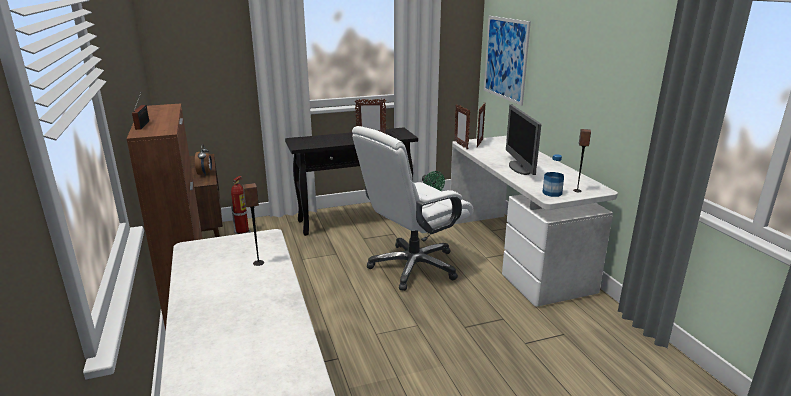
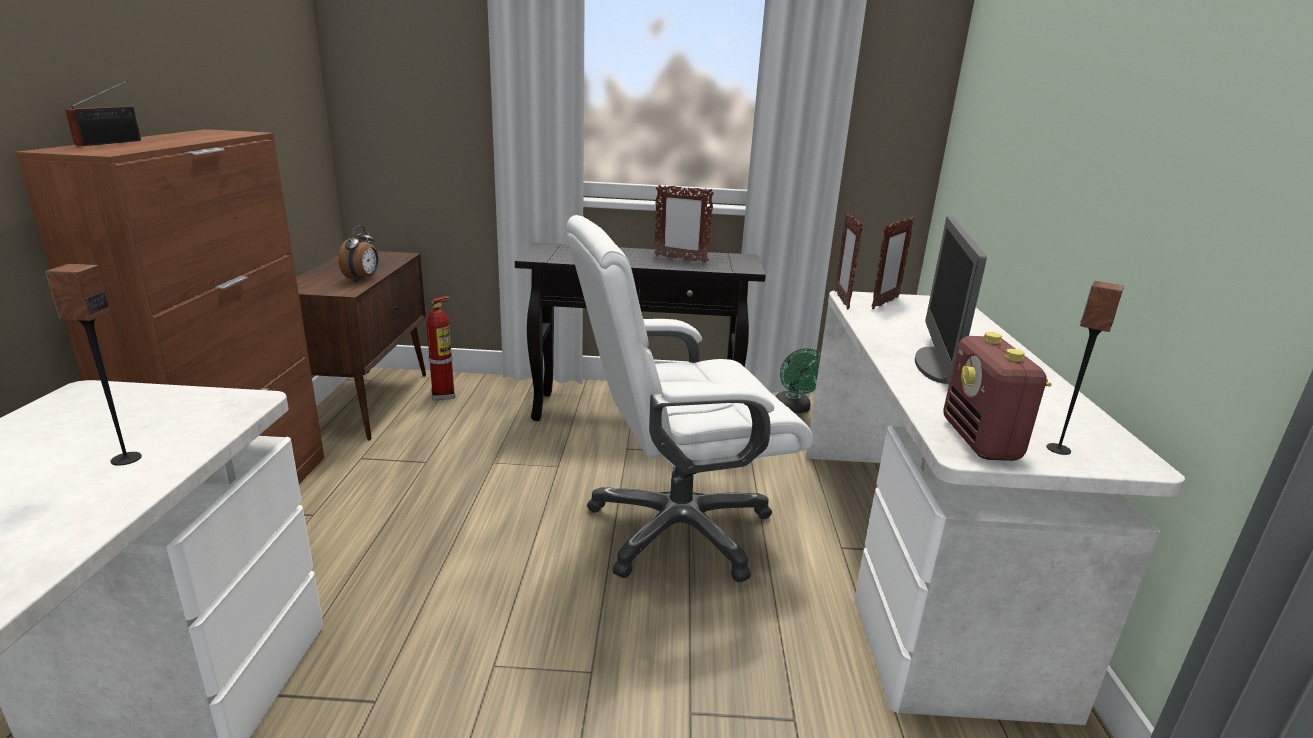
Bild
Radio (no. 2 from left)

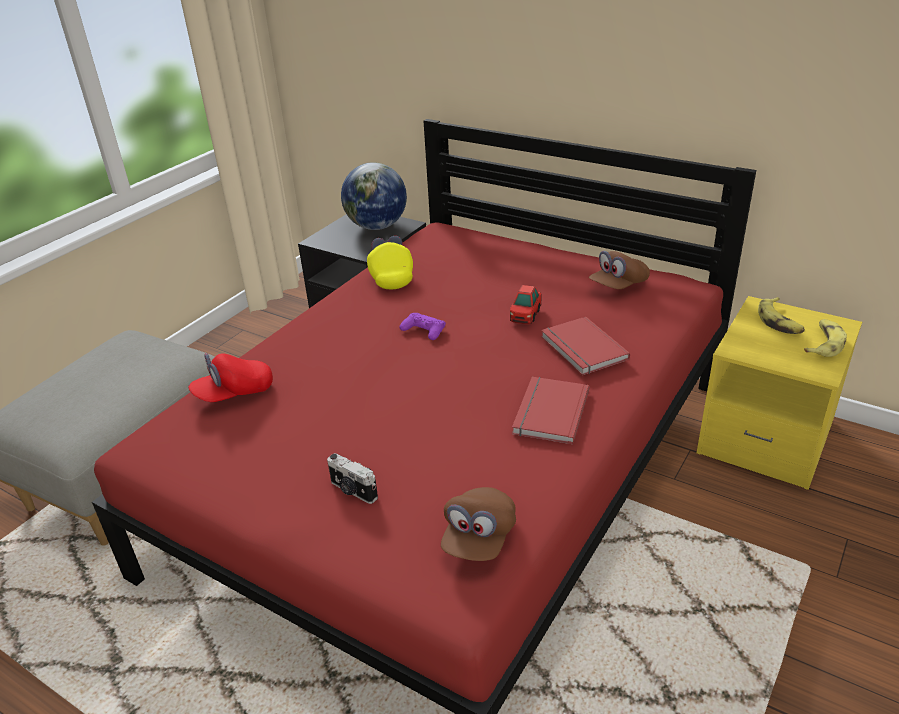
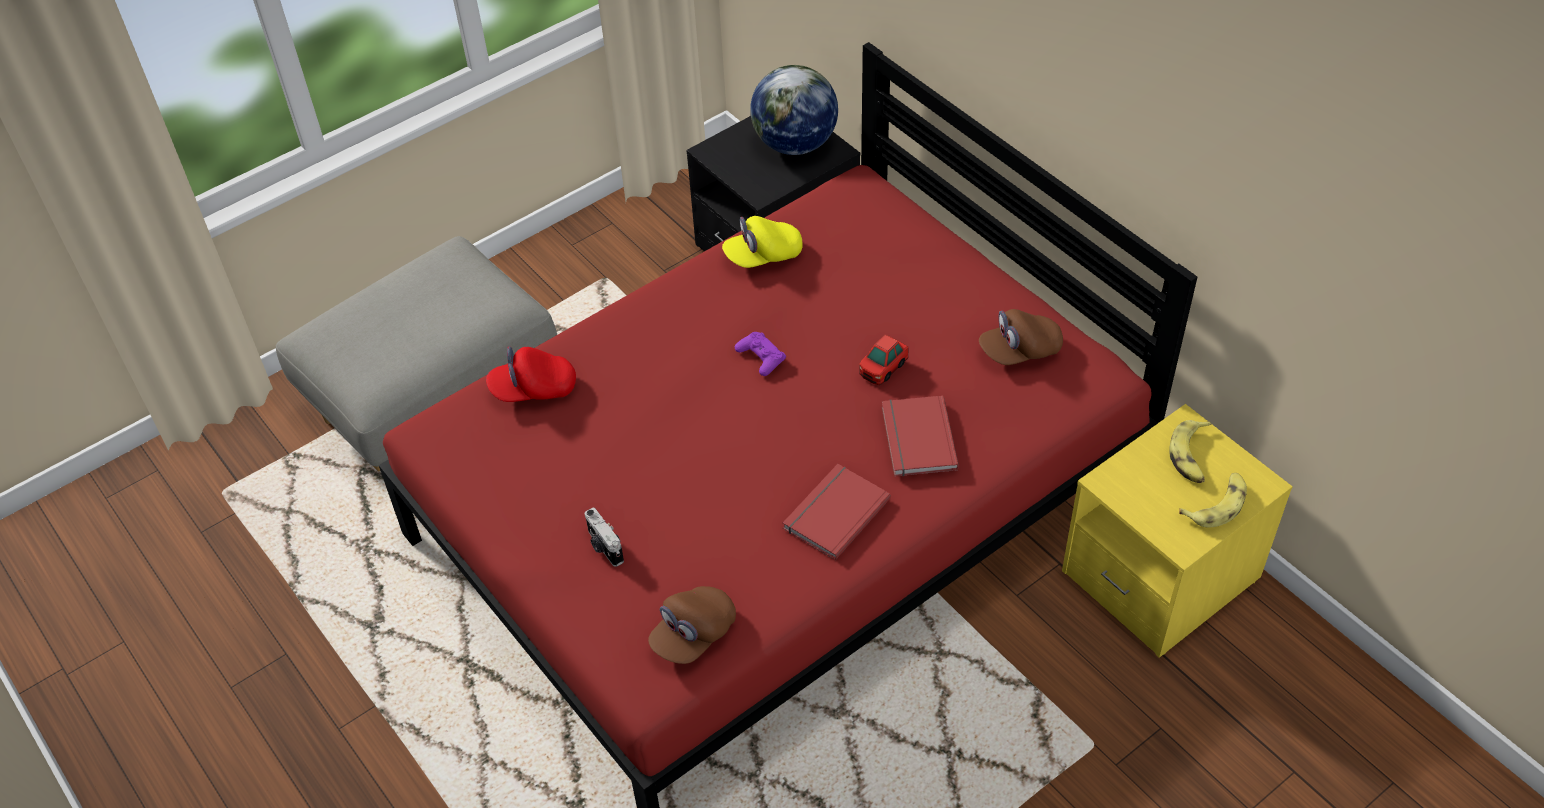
Kappe/gelb

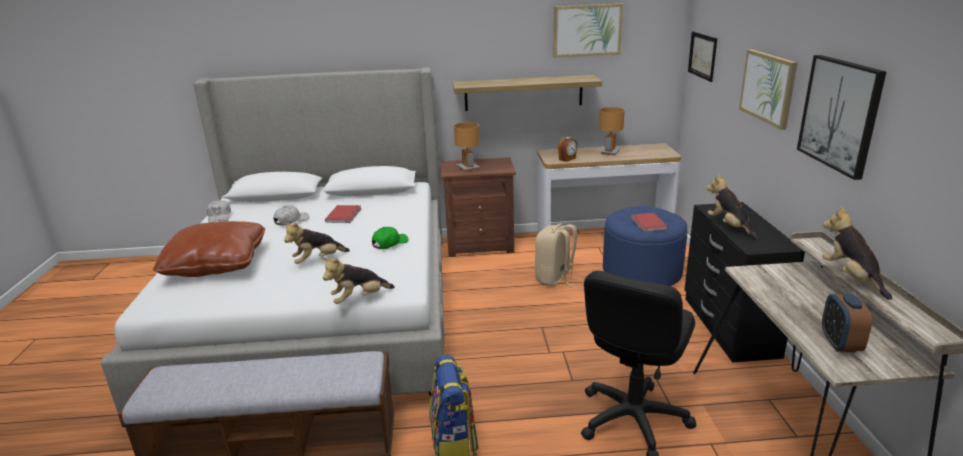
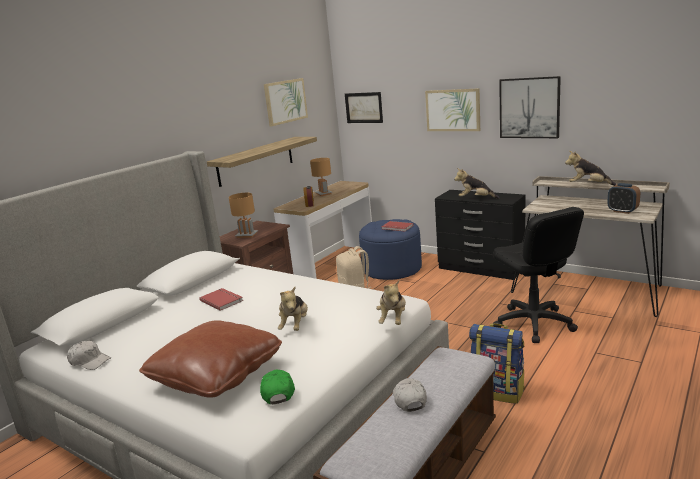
Kappe/weiß (no. 2 from left)
Kappe/grün

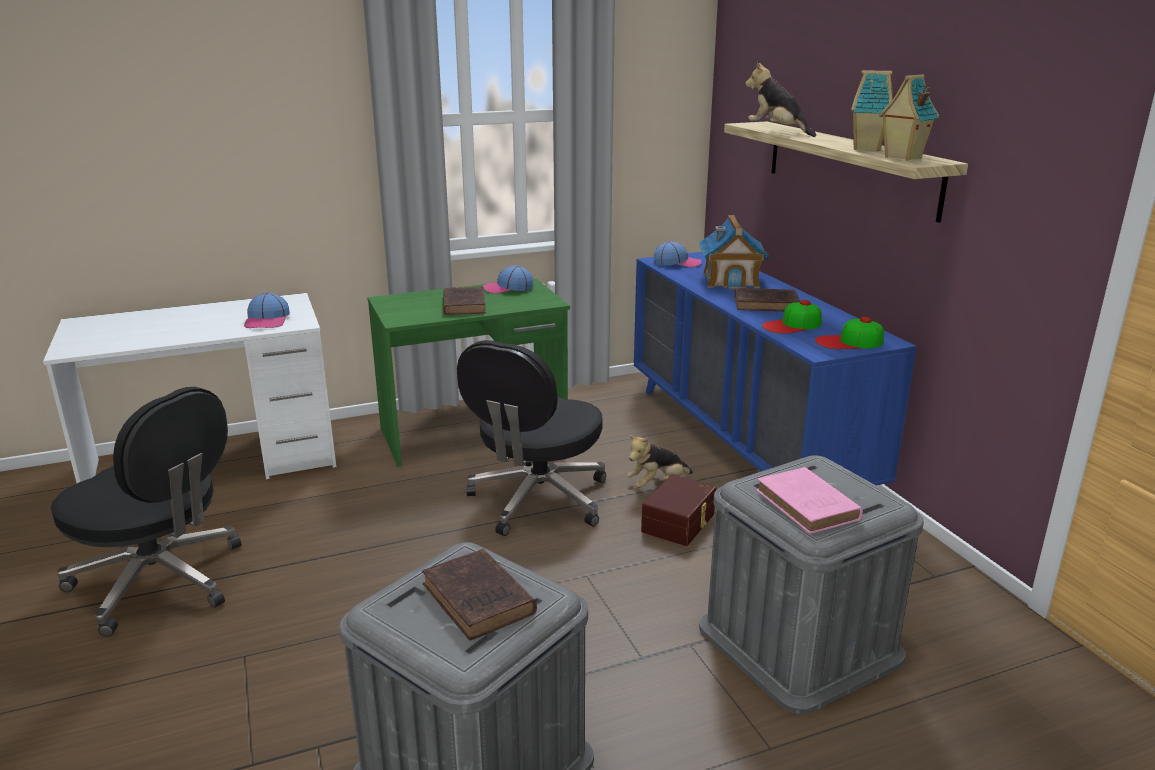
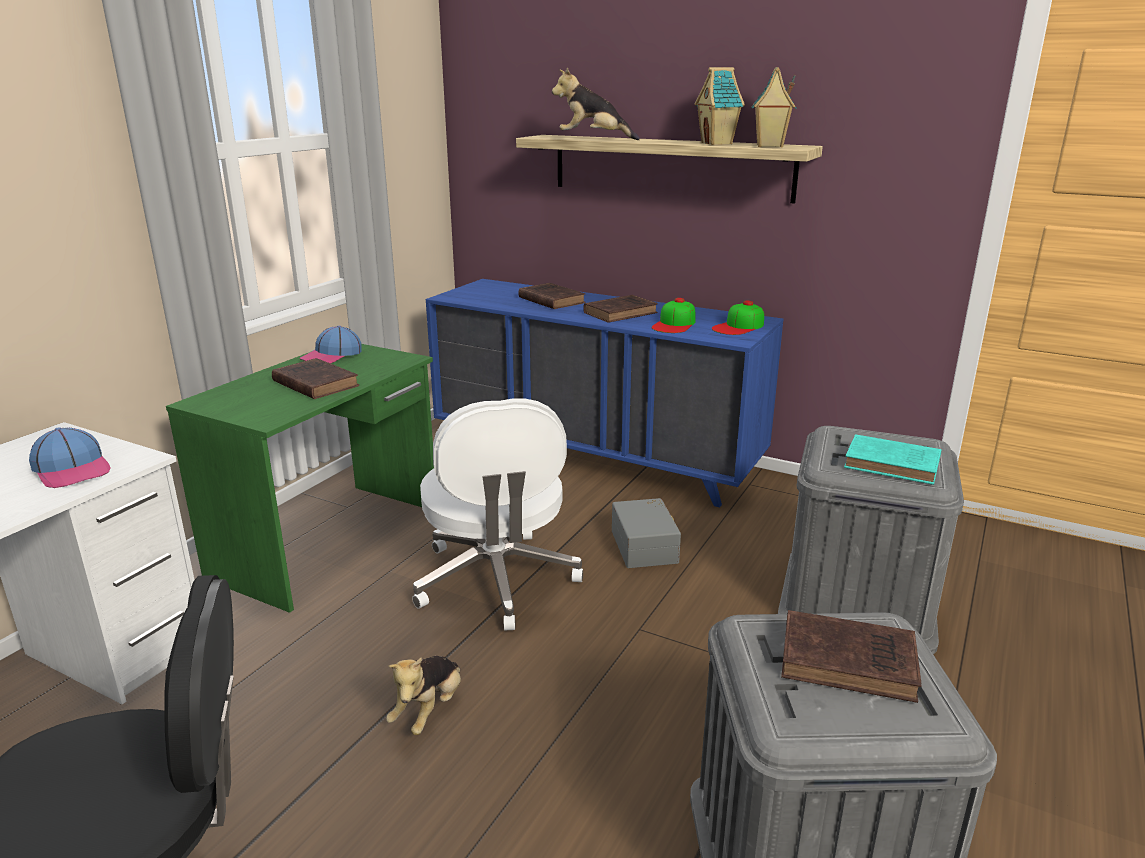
Kappe (no. 3 from left in the first image)
Plüschtier (no. 1 from left)
Buch/braun (no. 2 from left)
Bürostuhl/weiß
Aufbewahrungsbox/grau (no. 1 from left)
Buch/türkis

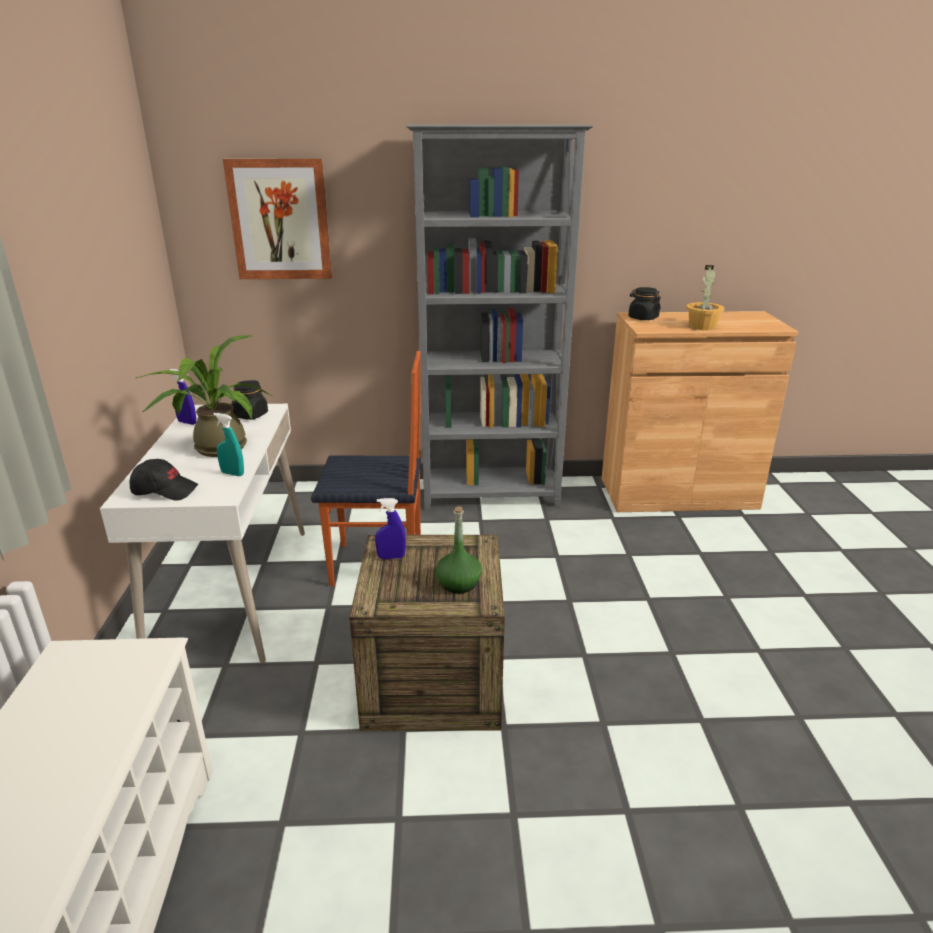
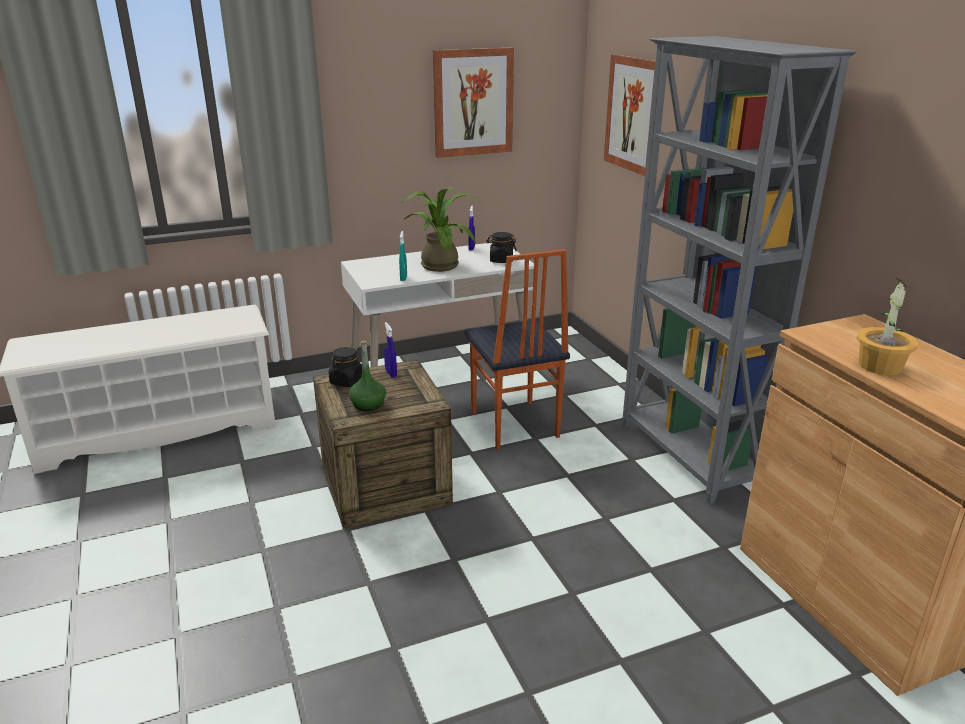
Kappe/schwarz
Bild (no. 1 from left)
Vorratsglas/schwarz (no. 1 from left)

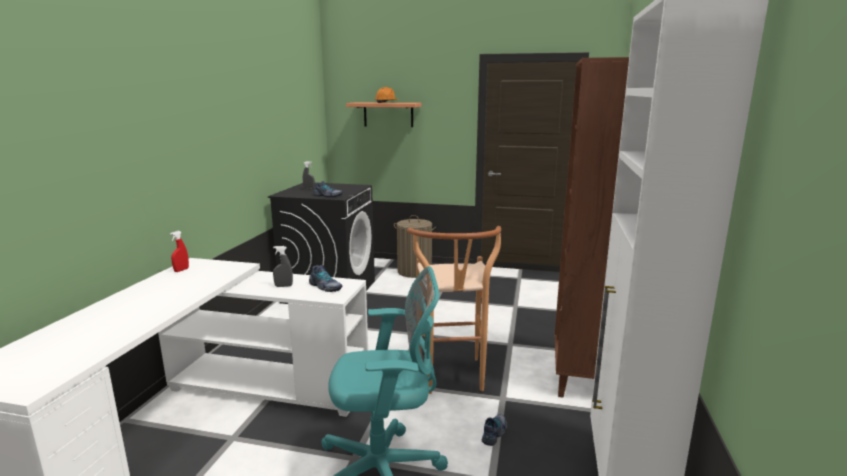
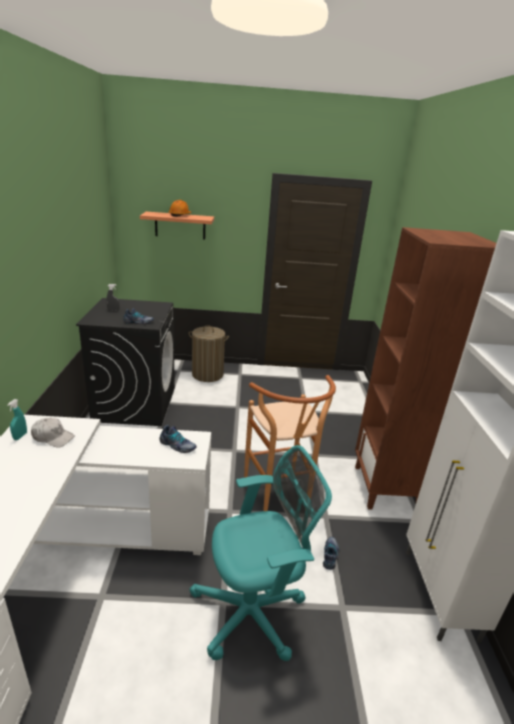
Sprühflasche/grau (no. 1 from left in the first image)
Kappe/weiß
Sprühflasche/türkis

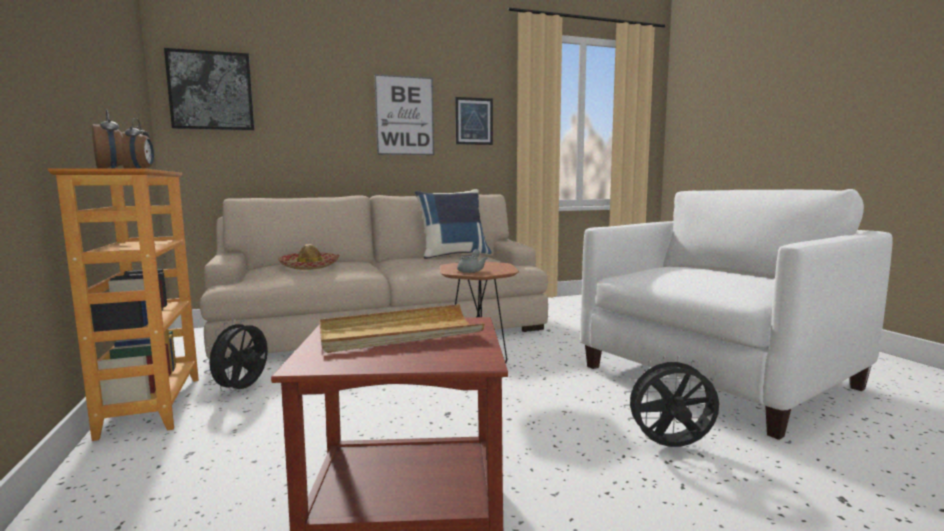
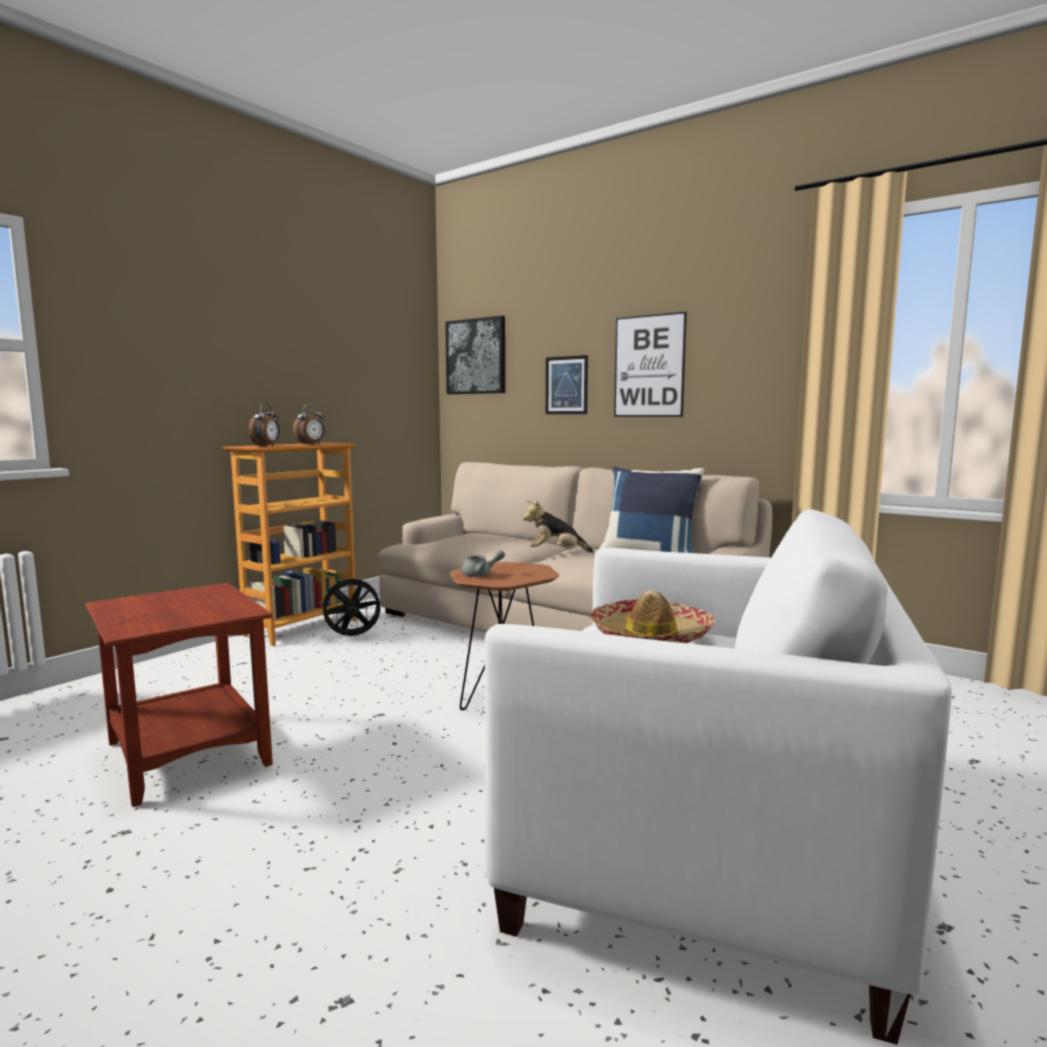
Tablett/beige
Ventilator/schwarz (no. 2 from left in the first image)
Plüschtier
Hut
Bild (no. 2 from left)

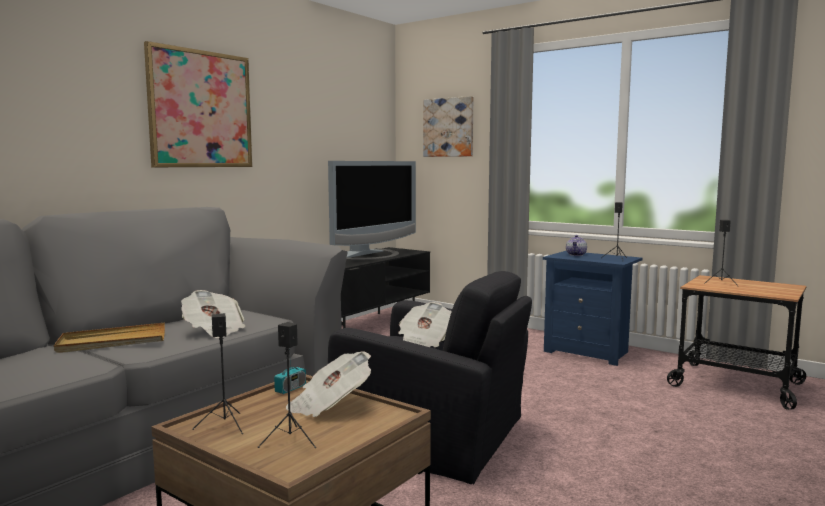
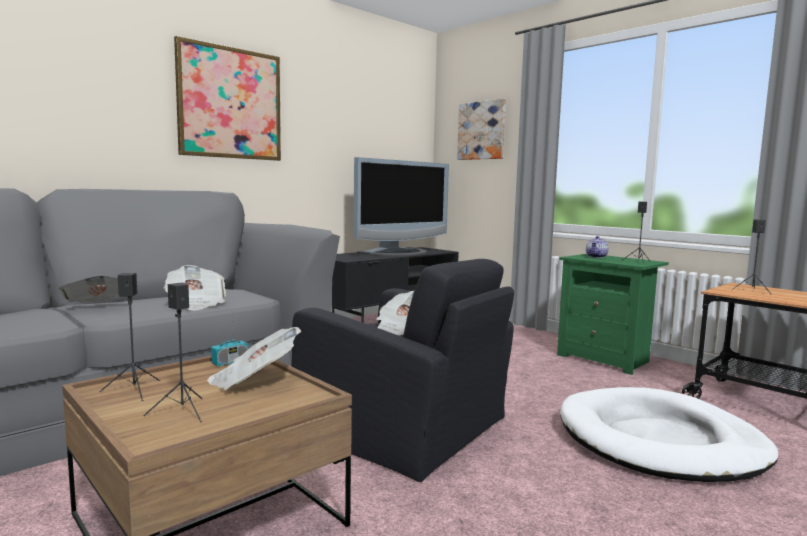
Hundebett/weiß
Zeitung (no. 1 from left)
Nachttisch/grün

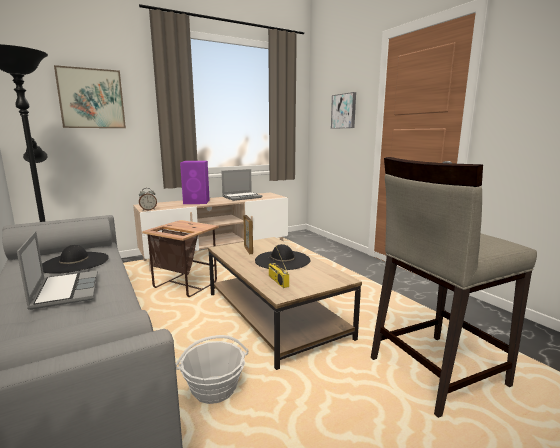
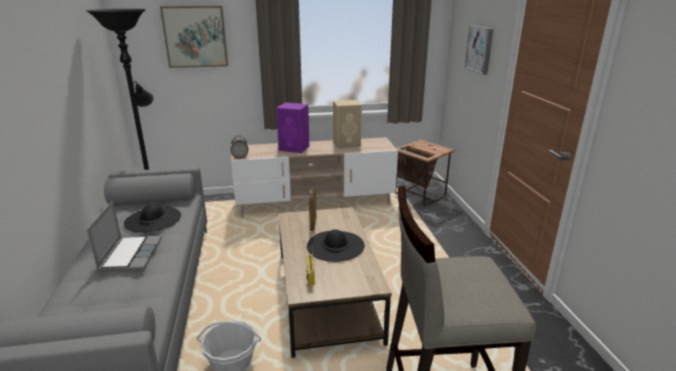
Beistelltisch
Lautsprecher/beige

